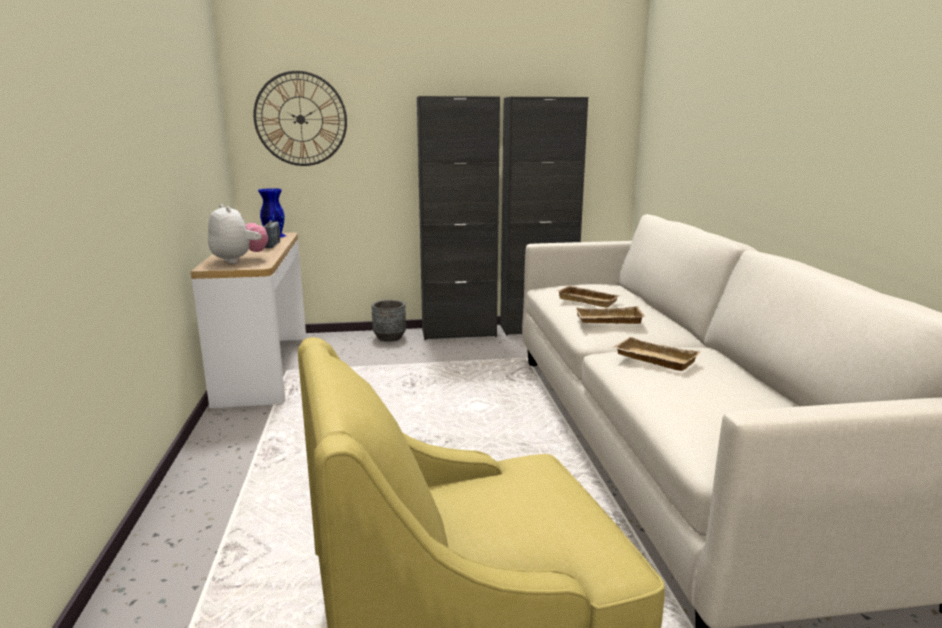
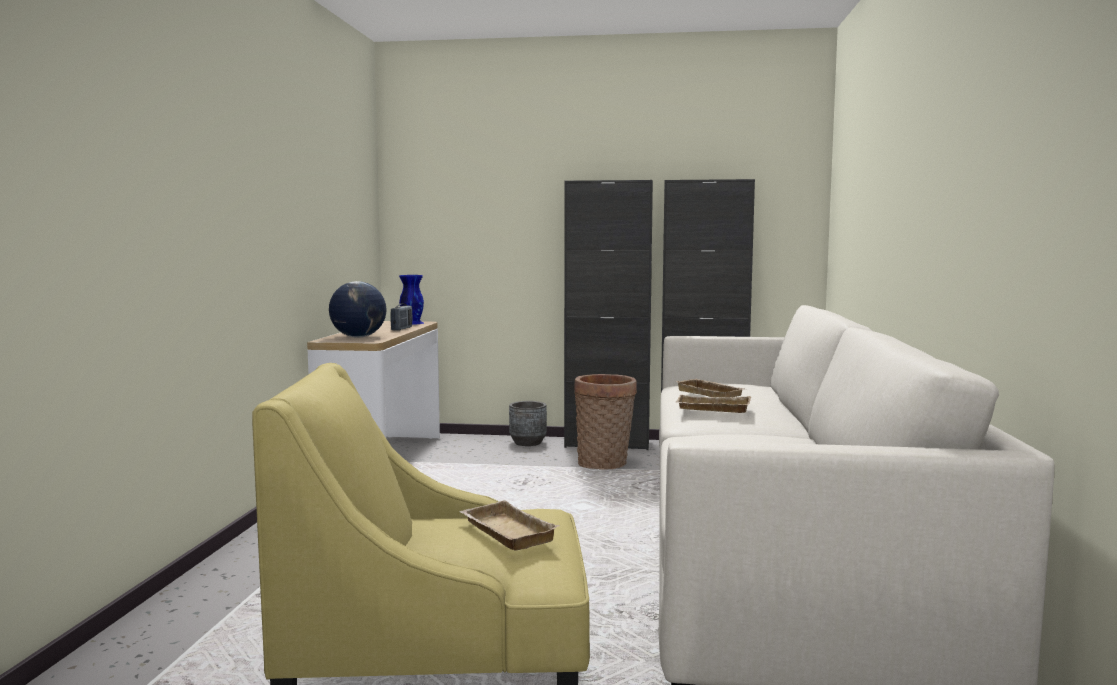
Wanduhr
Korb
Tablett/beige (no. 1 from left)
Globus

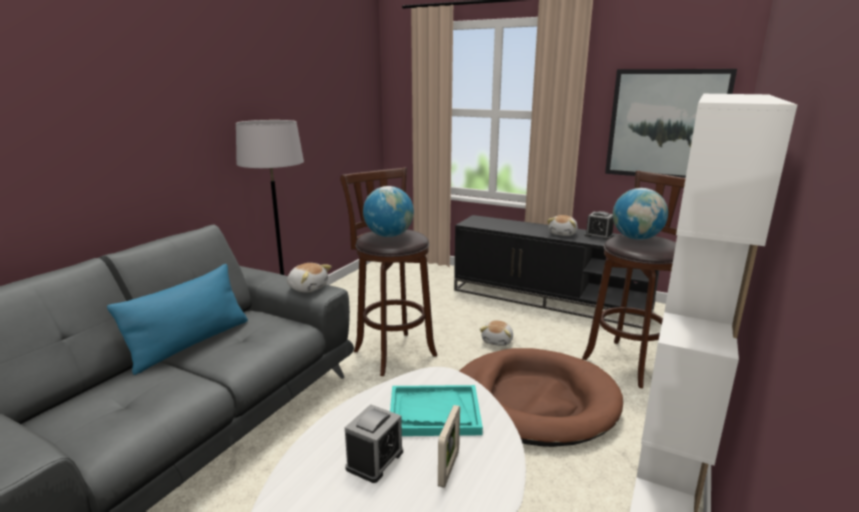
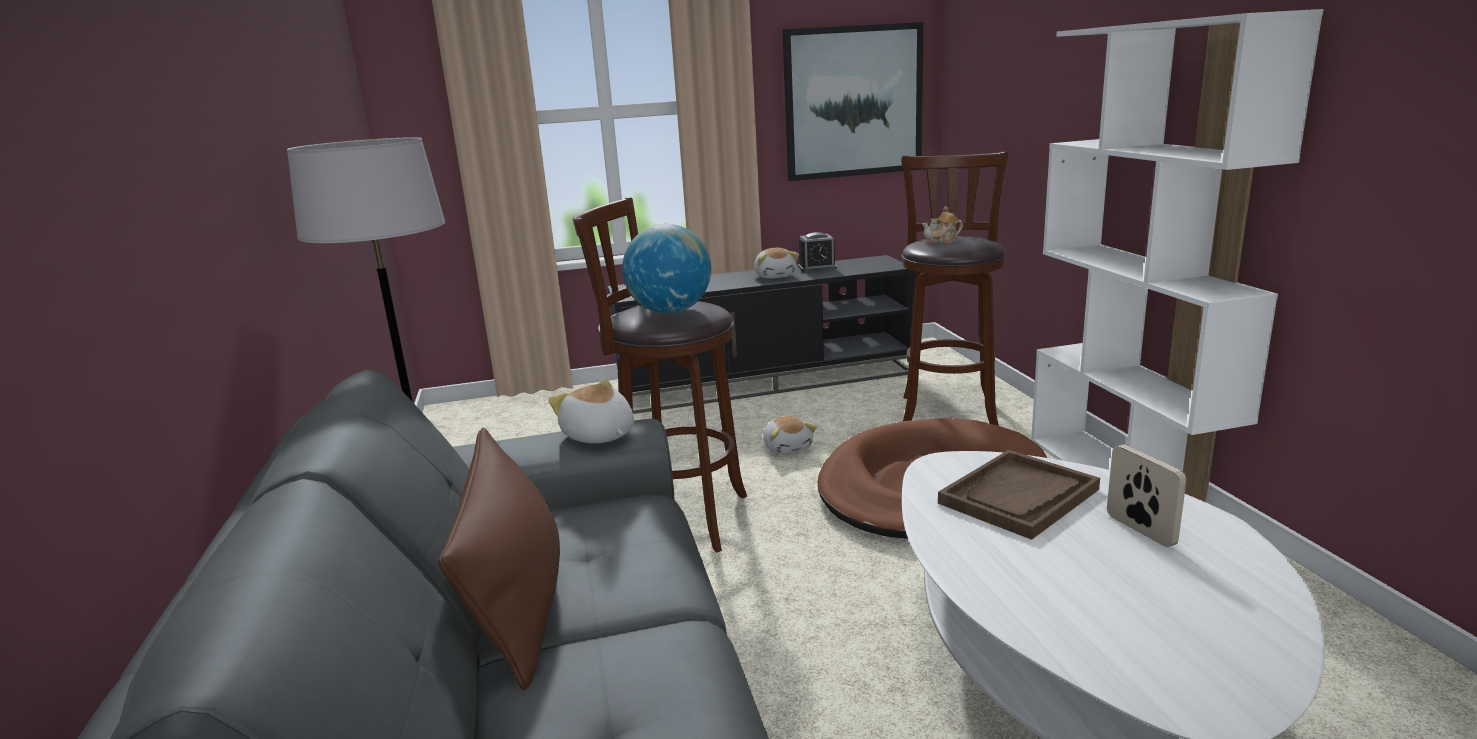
Wecker (no. 1 from left in the first image)
Teekanne
Kissen/braun
Tablett/braun
Plüschtier (no. 1 from left)

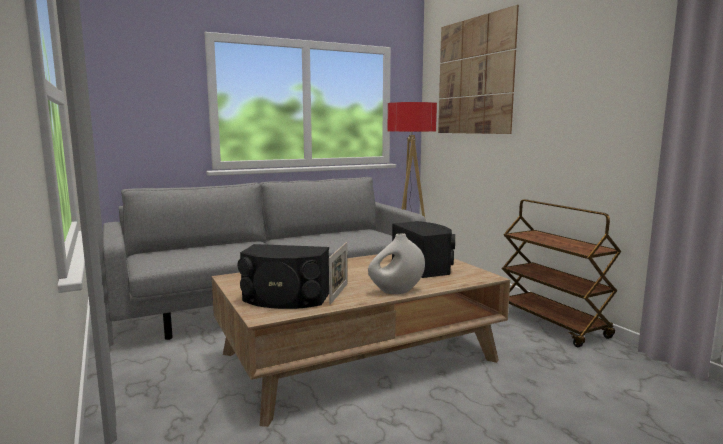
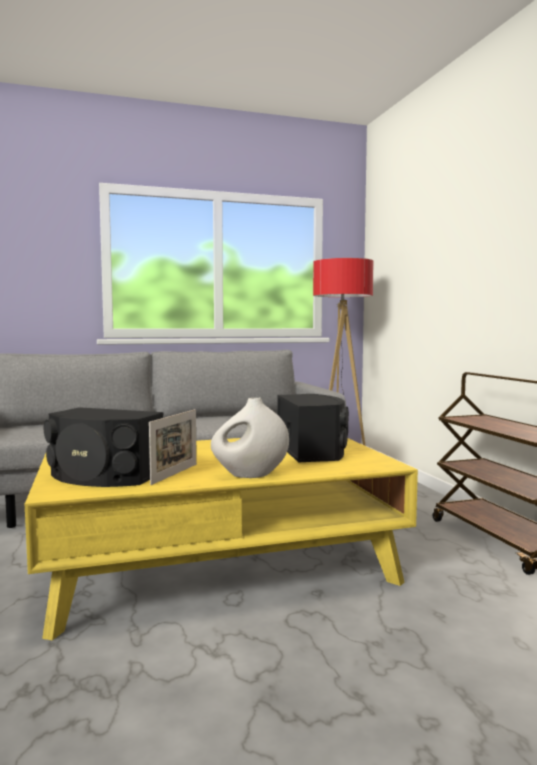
Bild
Couchtisch/gelb

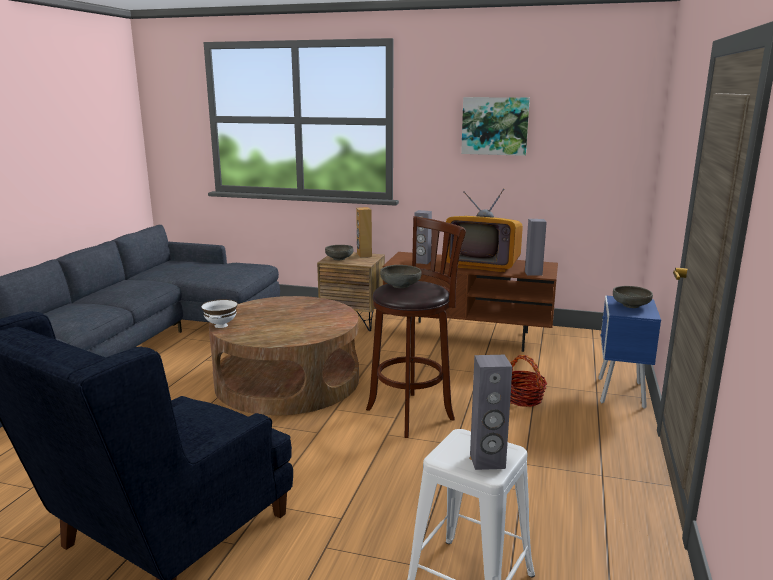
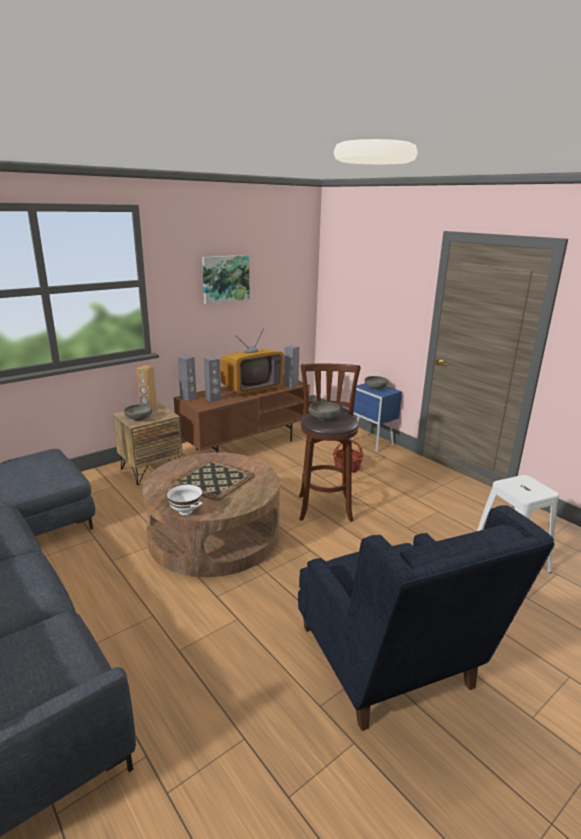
Tablett
Lautsprecher/grau (no. 1 from left)

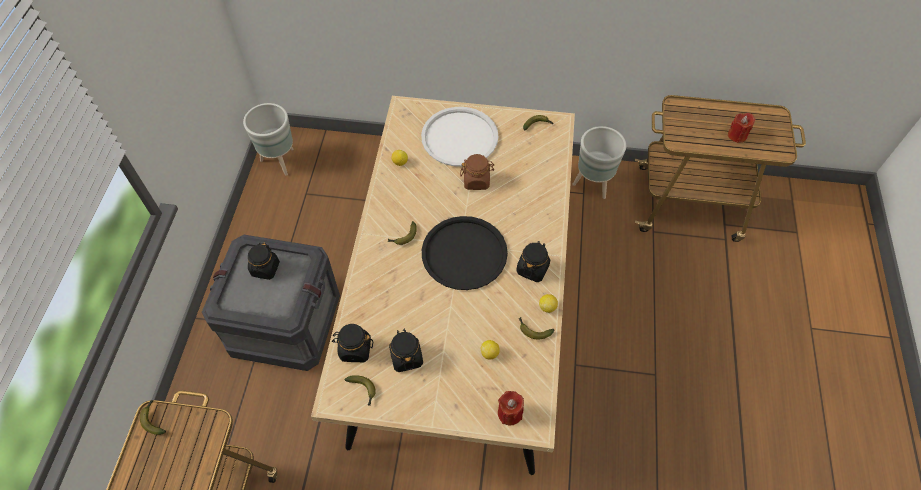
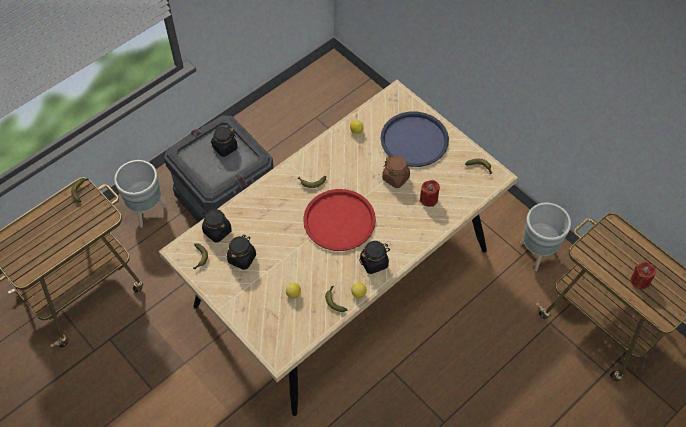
Pflanzkübel/grau (no. 1 from left)
Kerze/rot (no. 1 from left)
Tablett/blau
Tablett/rot

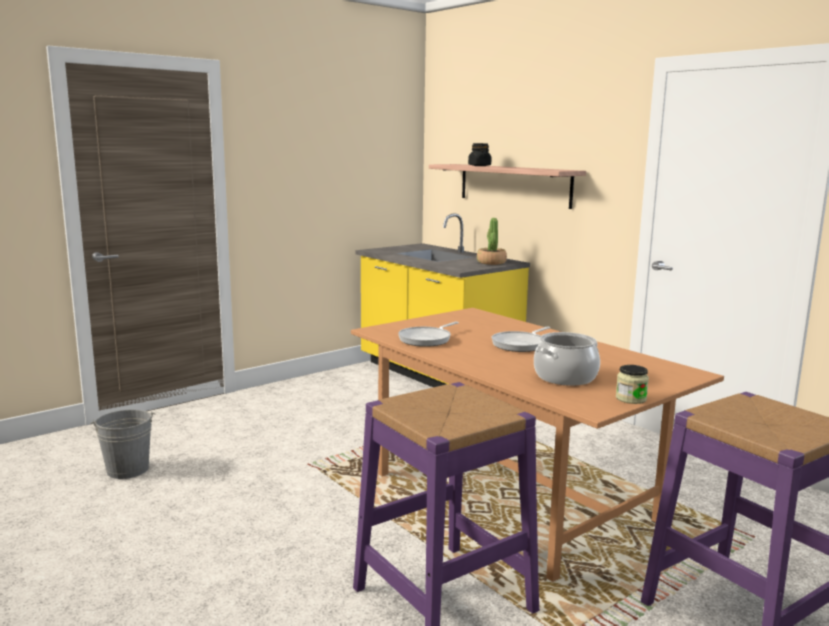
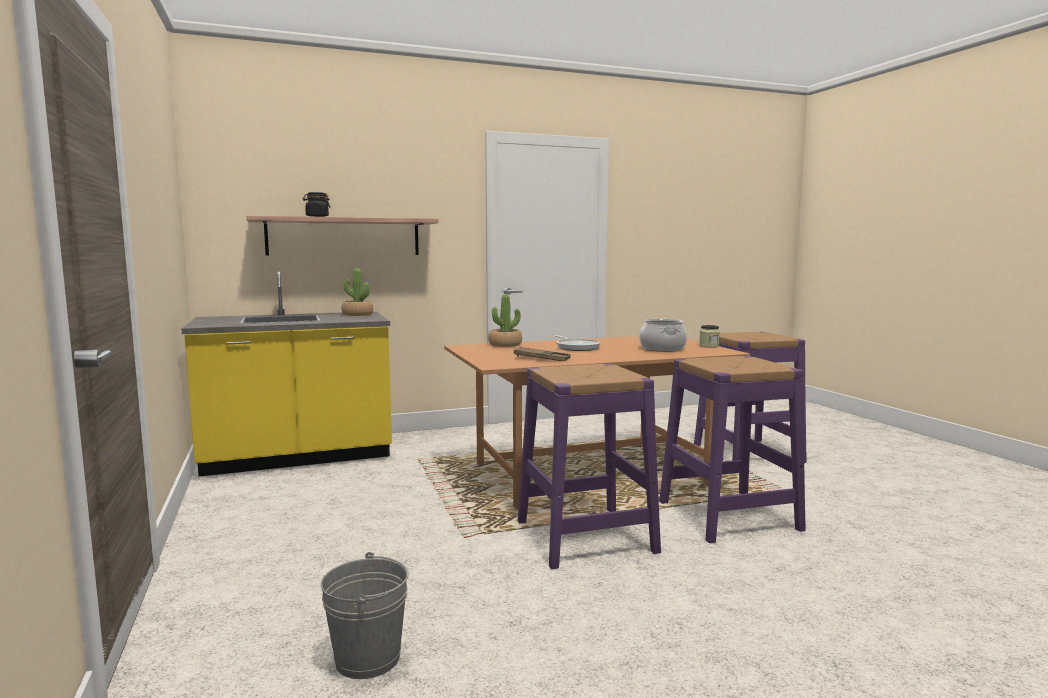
Topfpflanze (no. 2 from left)
Hocker/lila (no. 1 from left)
Tablett/braun

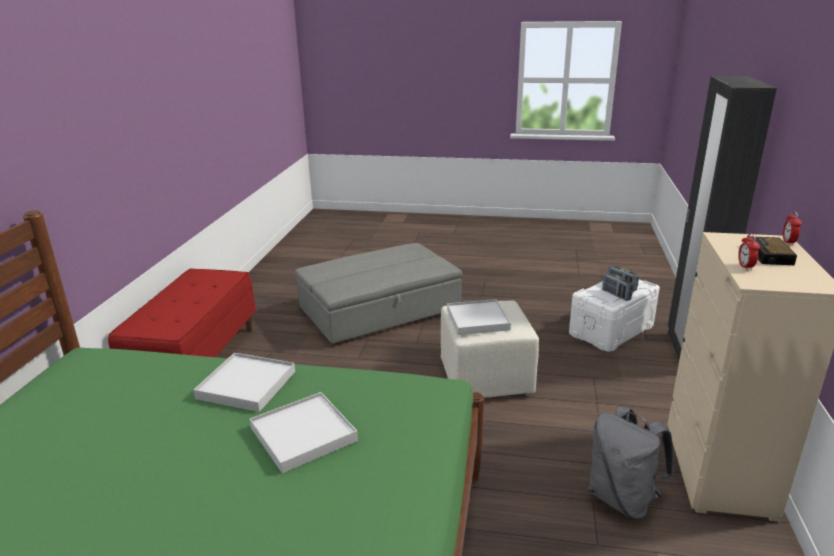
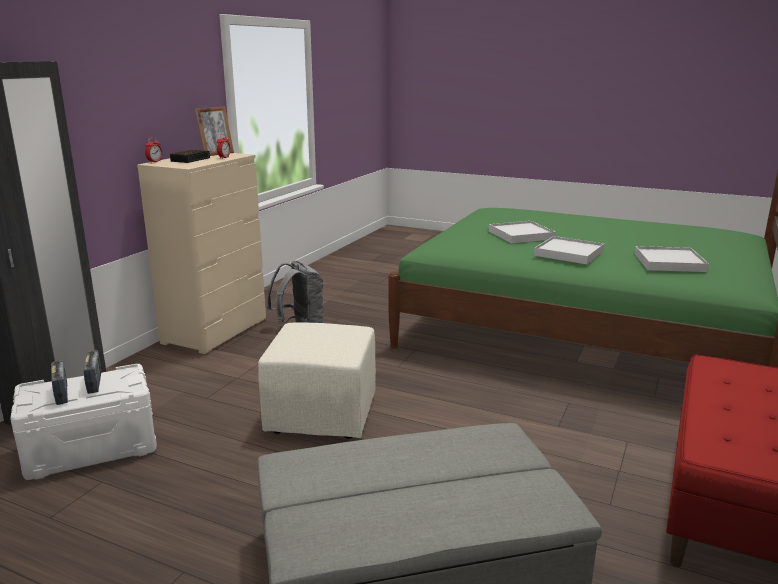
Bilderrahmen
Tablett/weiß (no. 3 from left)

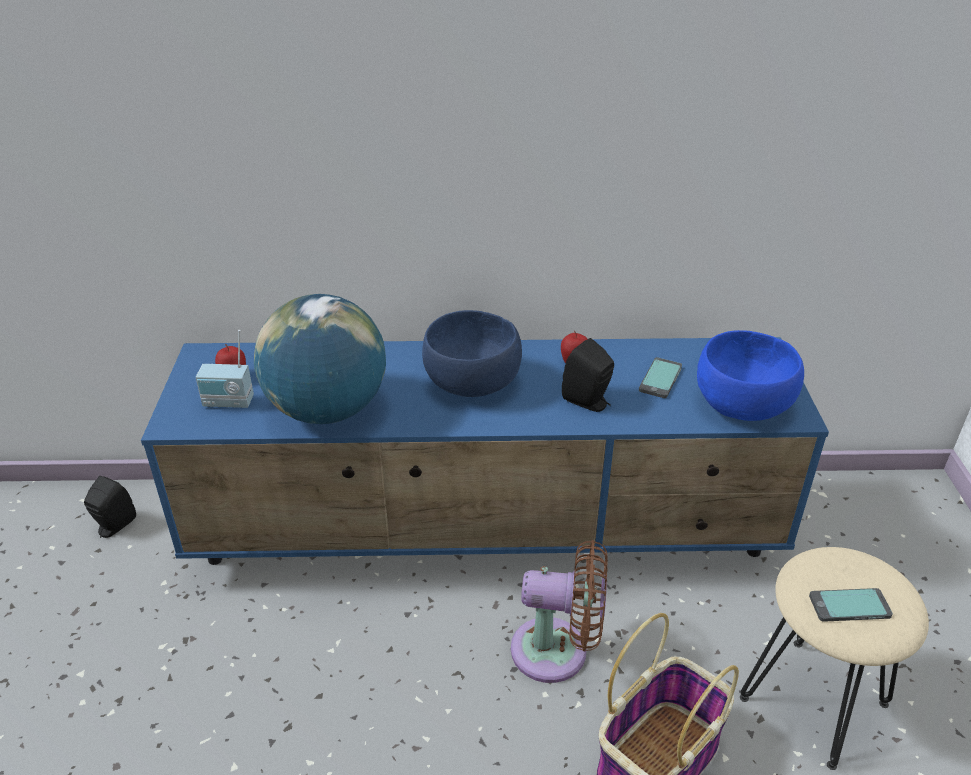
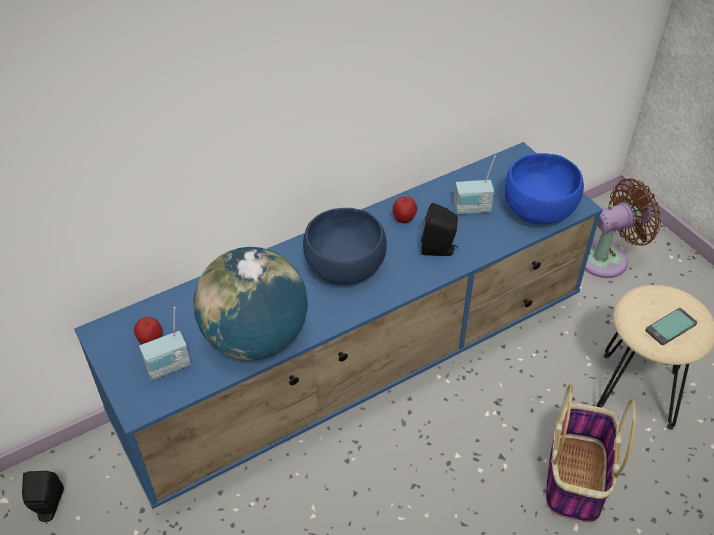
Ventilator/braun
Radio (no. 2 from left)

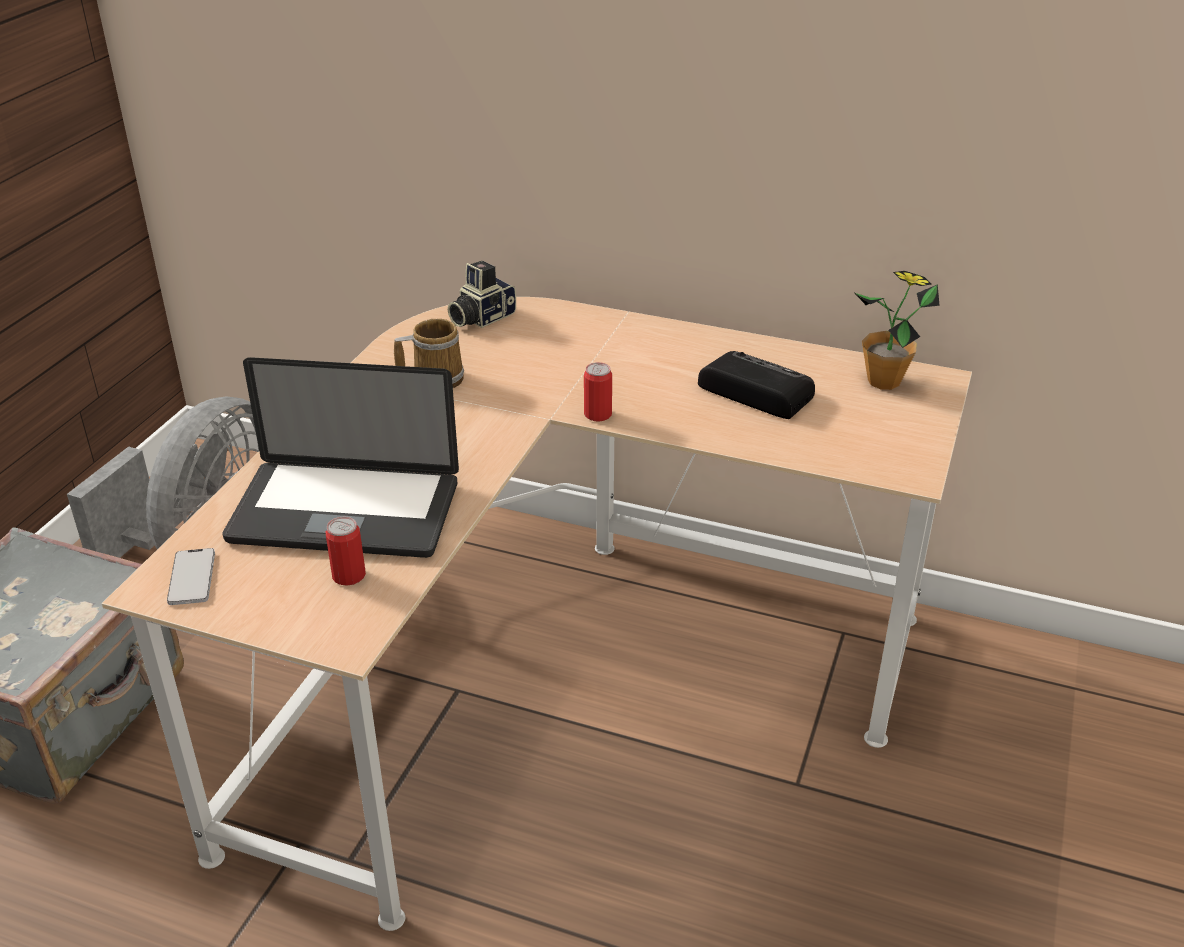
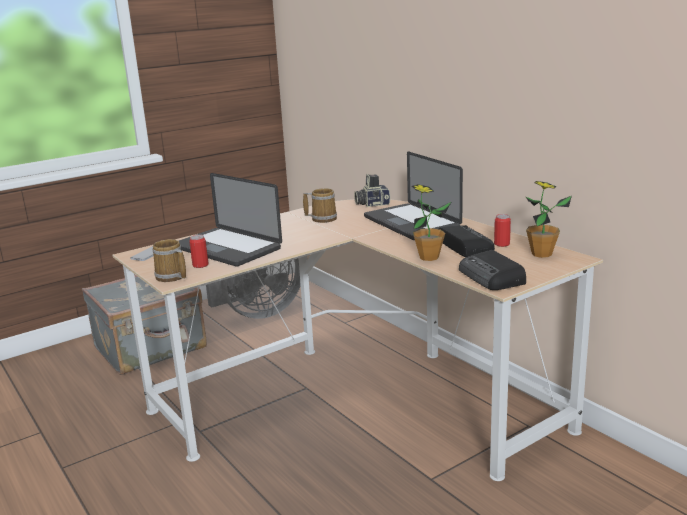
Henkelbecher (no. 1 from left)
Laptop (no. 2 from left)
Topfpflanze (no. 1 from left)
Radio (no. 2 from left)
Dose (no. 2 from left)

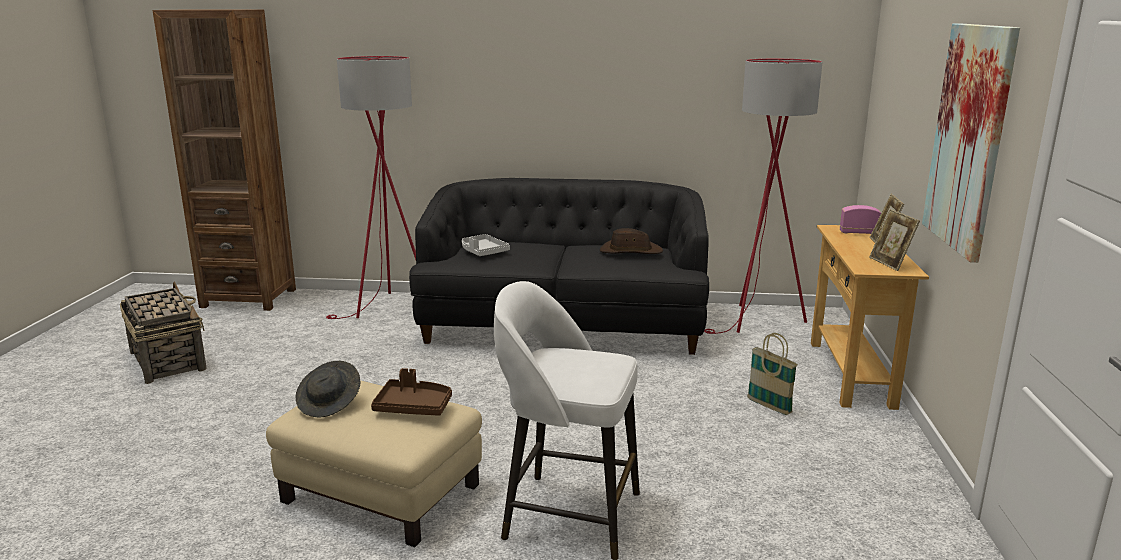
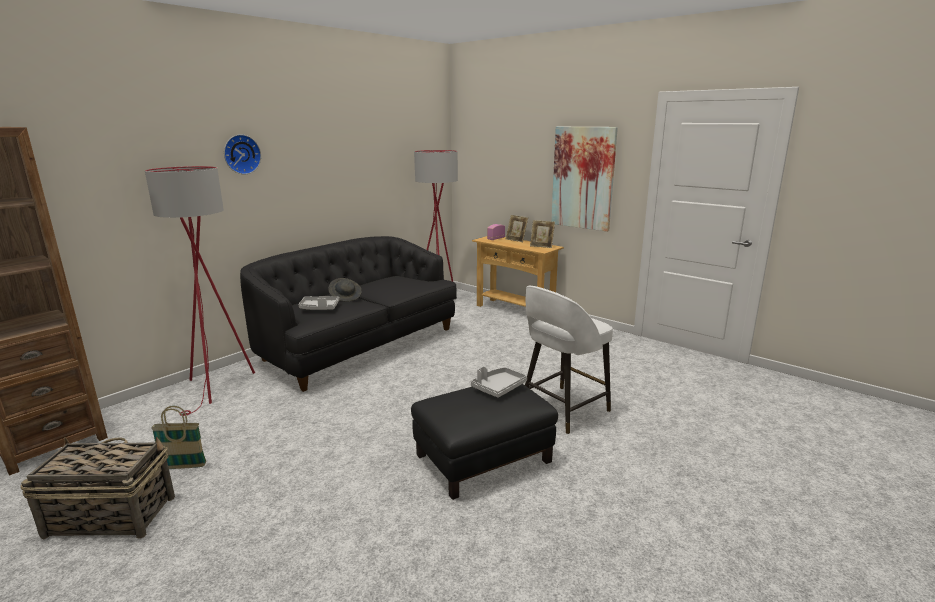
Hut/braun
Wanduhr
Hut/grau
Korb (no. 2 from left)
Polsterhocker/schwarz
Tablett/grau (no. 2 from left)

